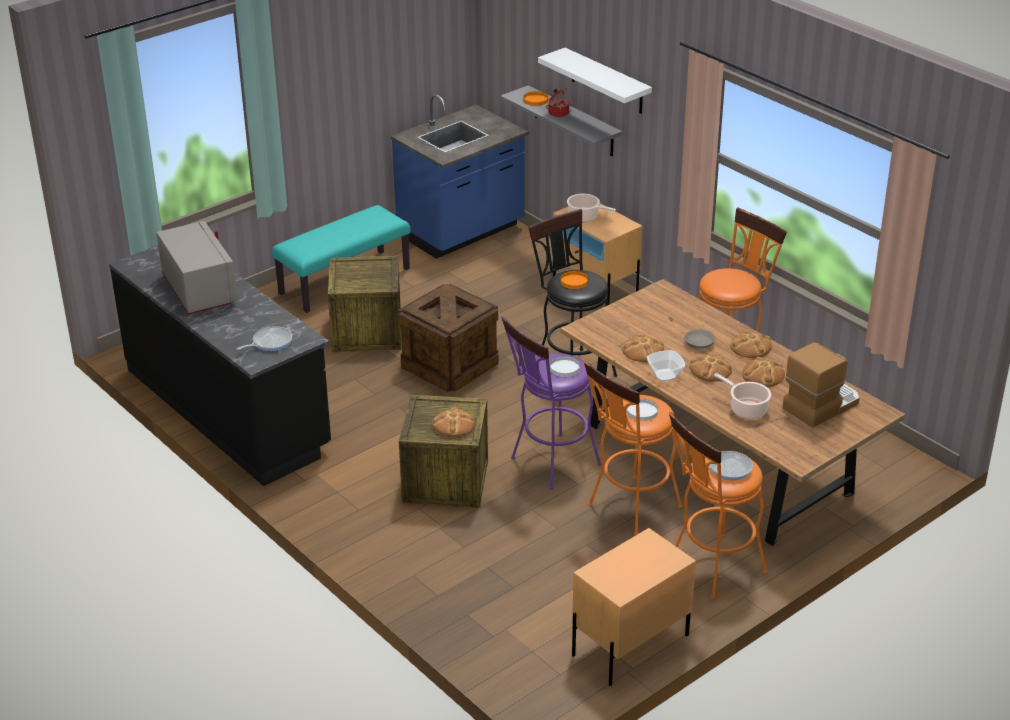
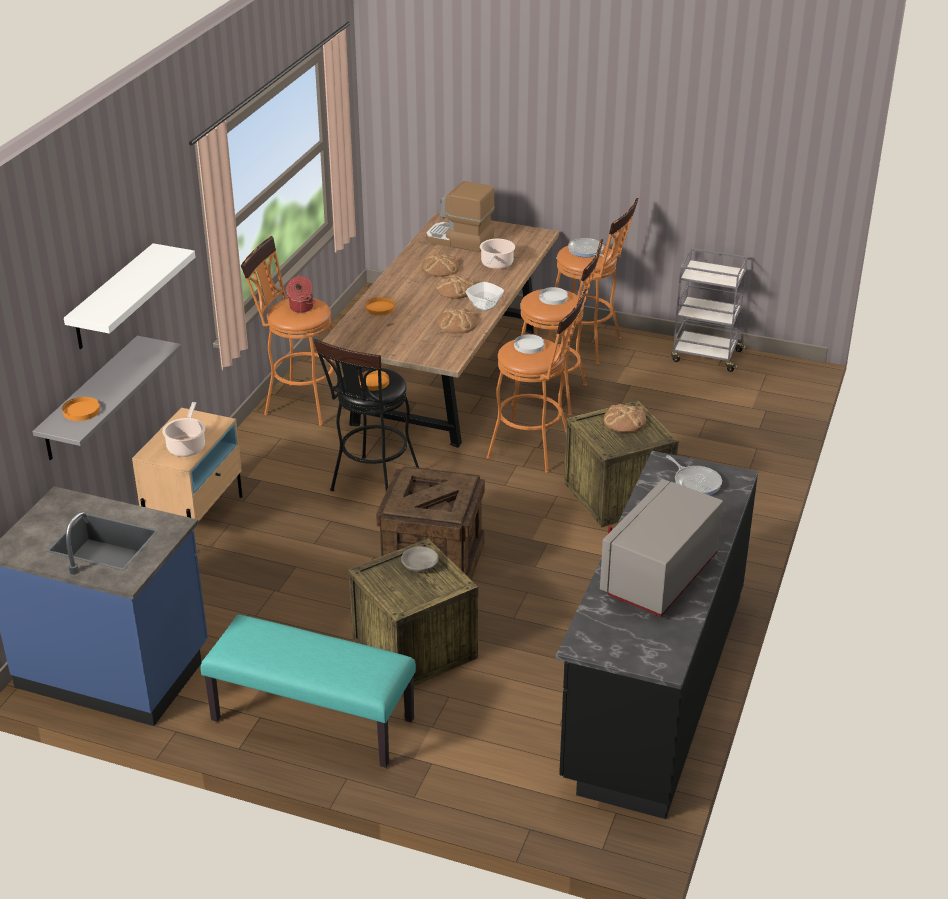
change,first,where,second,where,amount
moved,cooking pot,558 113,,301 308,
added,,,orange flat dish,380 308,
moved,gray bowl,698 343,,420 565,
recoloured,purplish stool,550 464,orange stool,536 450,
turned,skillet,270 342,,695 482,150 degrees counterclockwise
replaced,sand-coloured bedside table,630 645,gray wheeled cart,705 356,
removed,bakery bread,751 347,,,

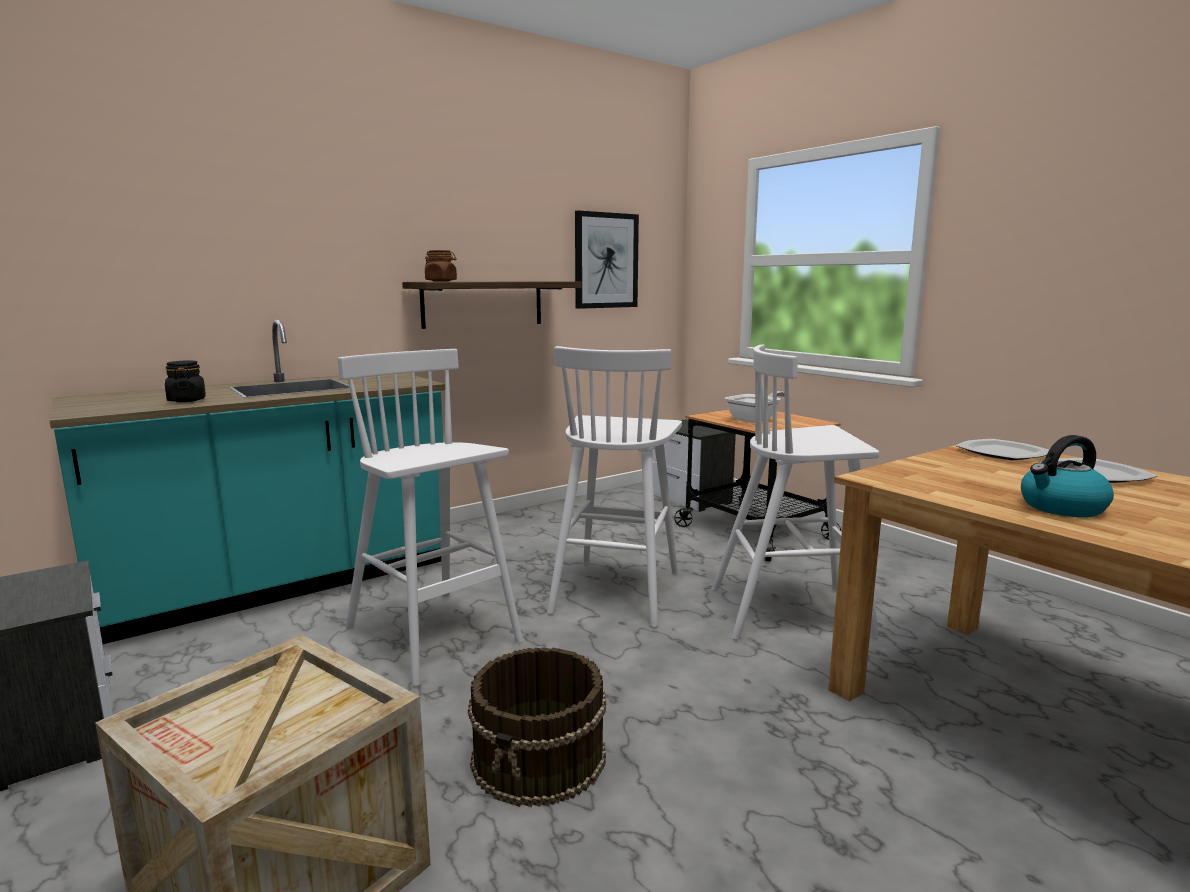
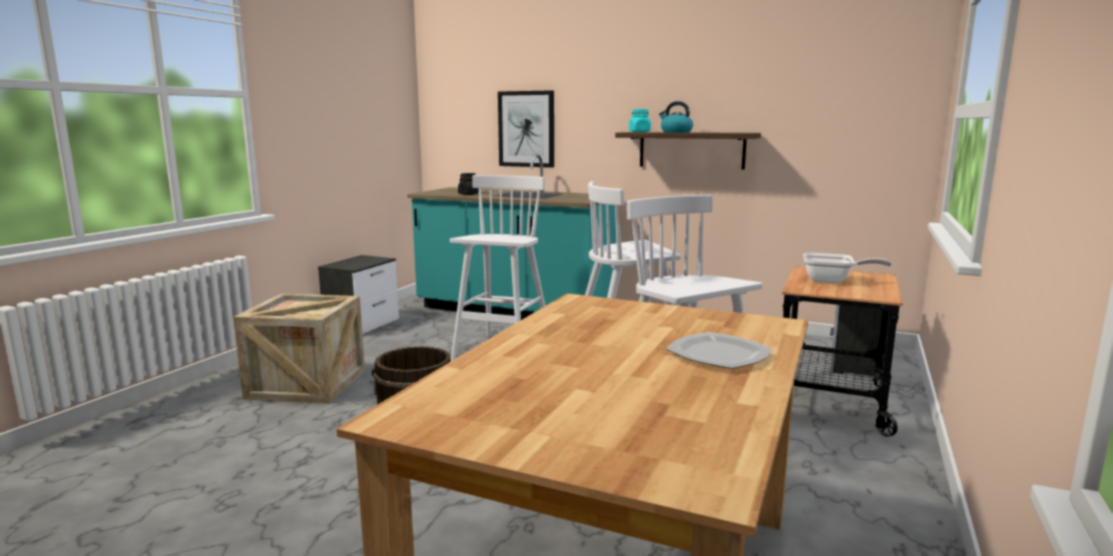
change,first,where,second,where,amount
moved,wall art,606 260,,526 129,
recoloured,brownish preserve jar,441 281,blue-green preserve jar,639 132,
moved,tea kettle,1062 508,,675 132,
removed,flat dish,1003 453,,,

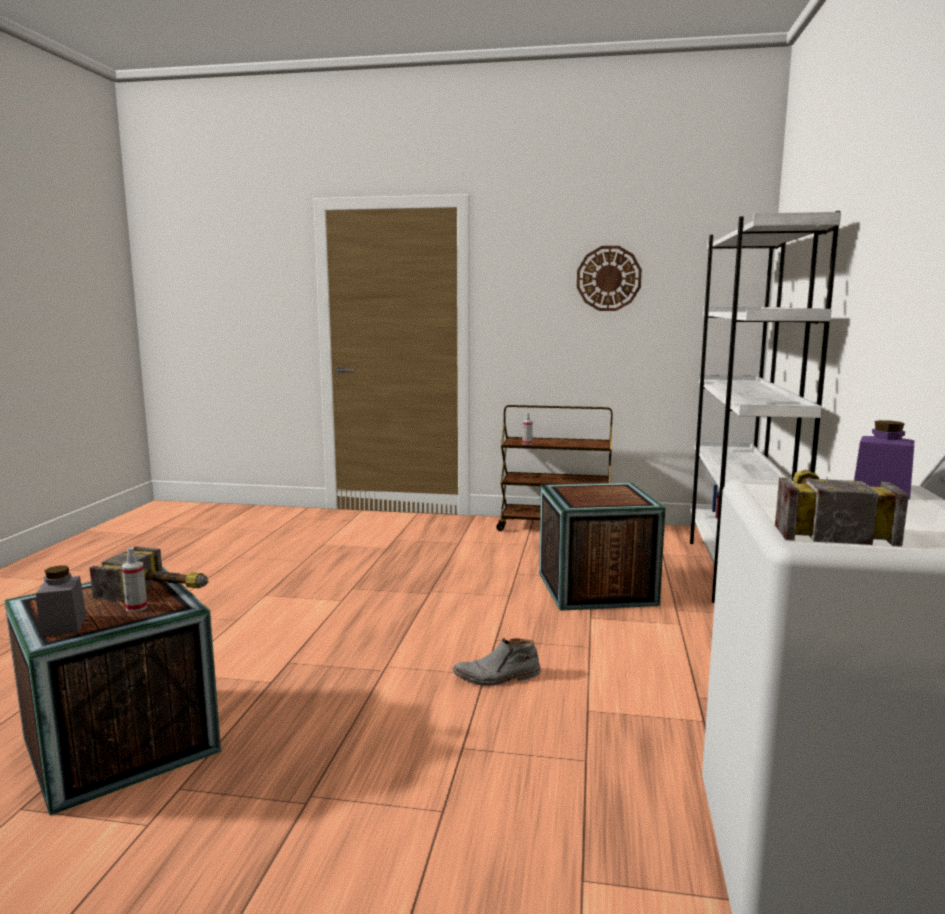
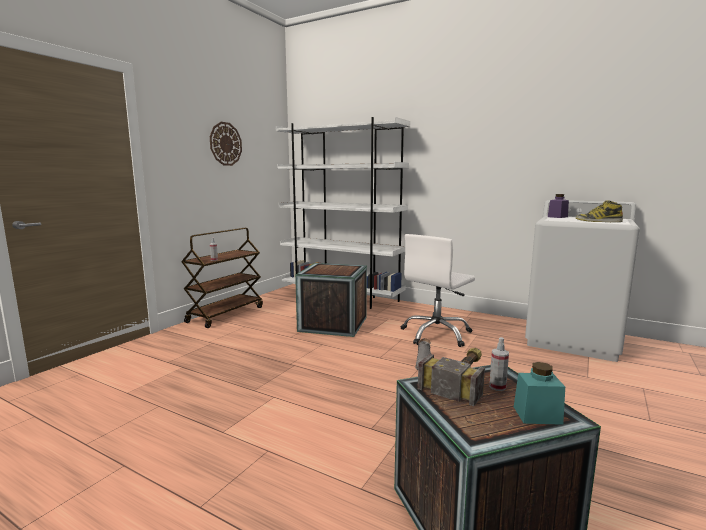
change,first,where,second,where,amount
added,,,white-coloured computer chair,436 334,
recoloured,gray preserve jar,63 625,blue-green preserve jar,537 415,
replaced,tool hammer,818 518,tall boot,598 221,

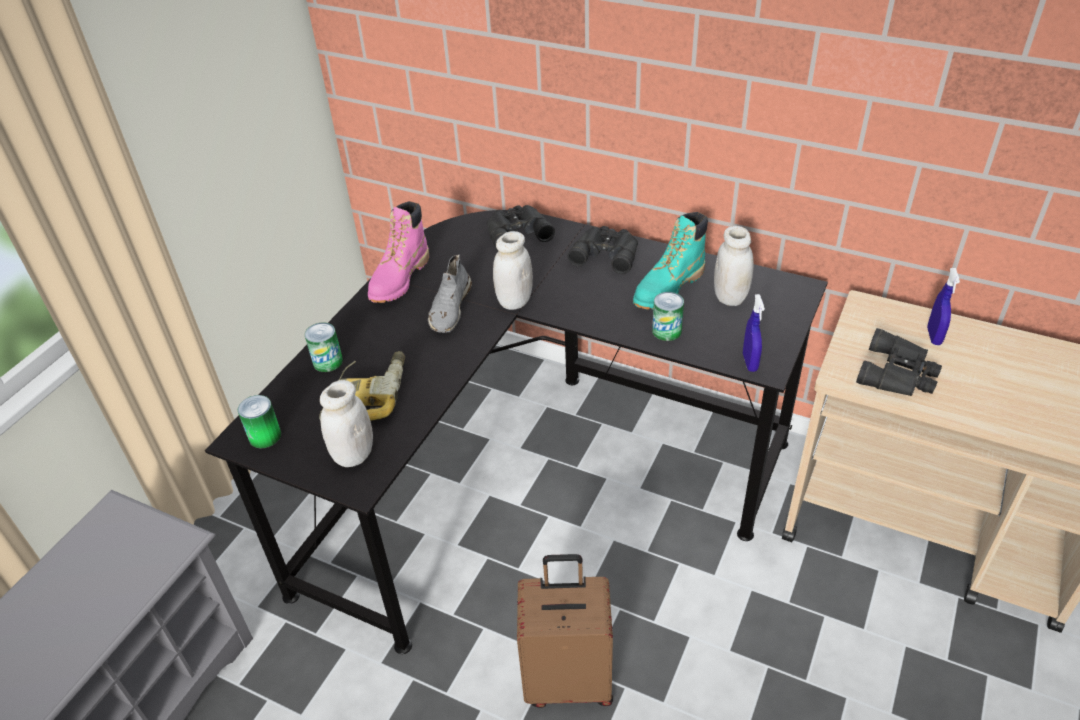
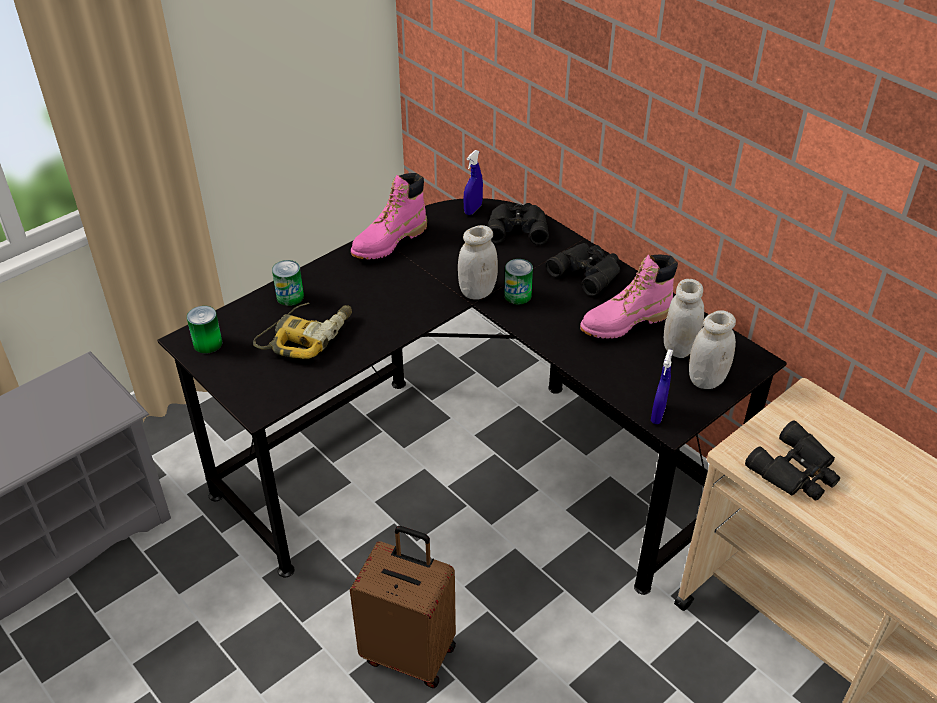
change,first,where,second,where,amount
moved,blue sprayer,934 336,,473 209,
moved,sealed can,666 331,,517 295,
recoloured,blue-green tall boot,668 288,pink-coloured tall boot,625 322,
moved,white-coloured preserve jar,353 455,,706 379,
removed,gray shoe,450 308,,,

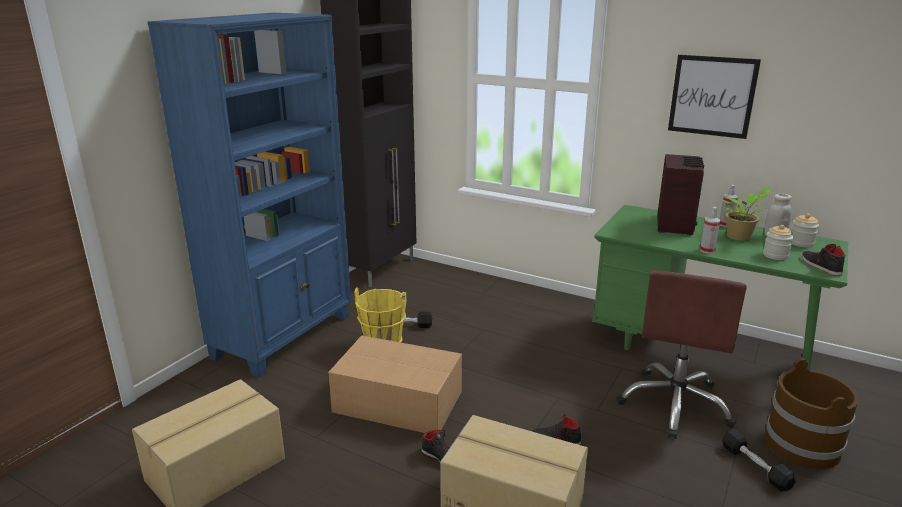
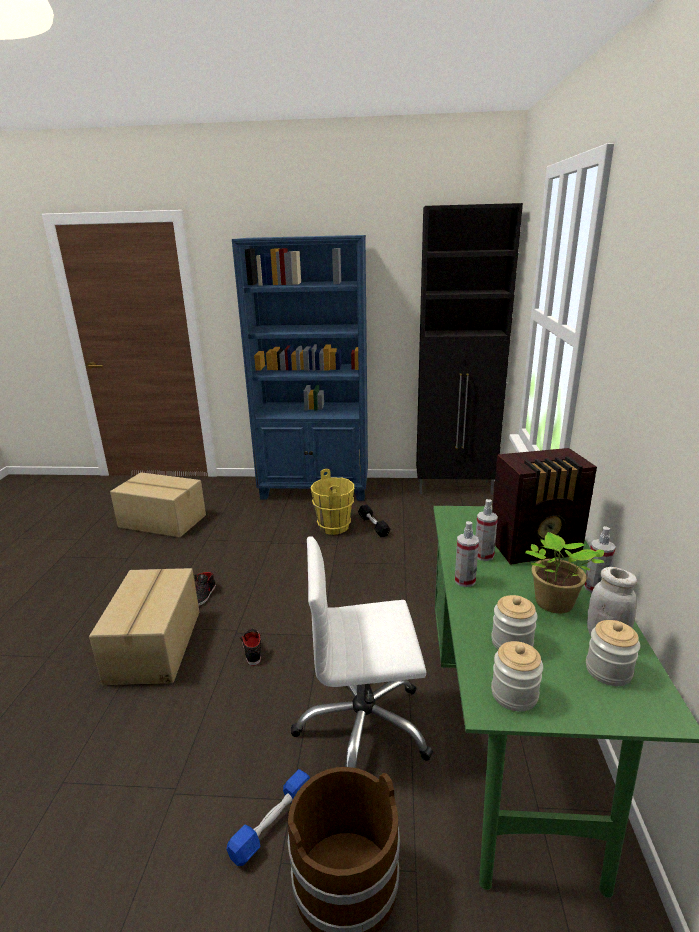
change,first,where,second,where,amount
recoloured,black-coloured free weight,755 466,blue free weight,273 823,
recoloured,brownish computer chair,675 404,white-coloured computer chair,363 728,
added,,,sprayer,483 555,
replaced,black-coloured shoe,820 266,preserve jar,514 694,
removed,carton,396 401,,,
removed,wall art,712 96,,,

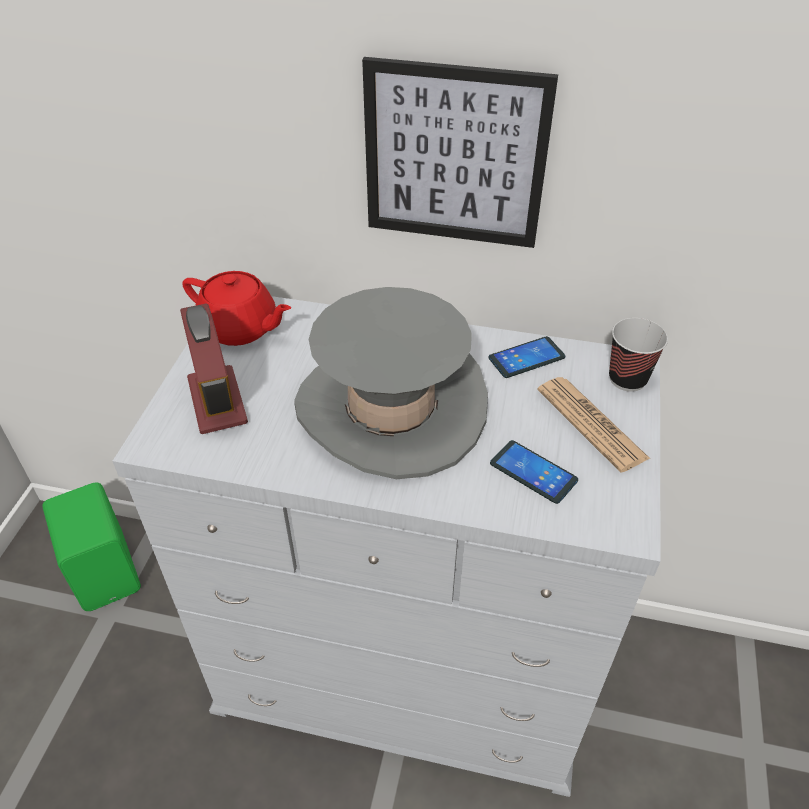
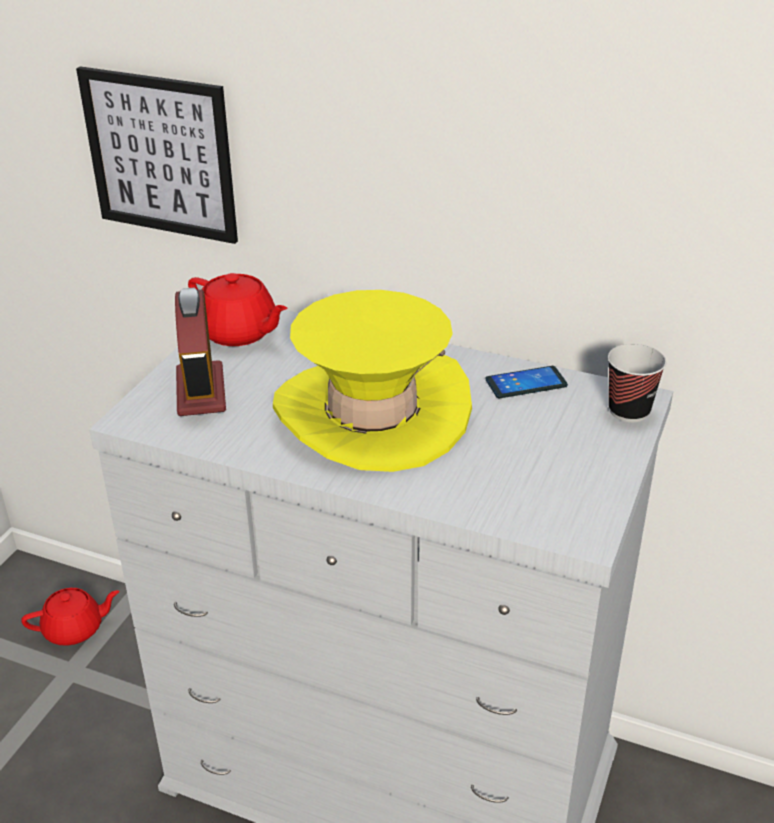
change,first,where,second,where,amount
replaced,greenish audio speaker,107 570,red-coloured pot for tea,75 629,
moved,wall art,454 156,,160 155,
recoloured,gray hat,391 408,yellow-coloured hat,372 413,
removed,phone,533 472,,,
removed,newspaper,591 424,,,

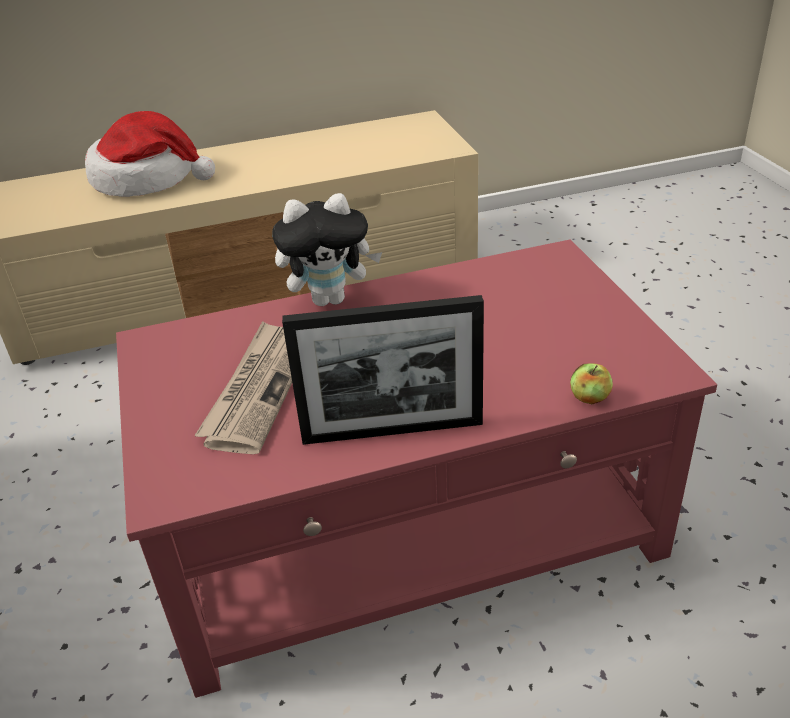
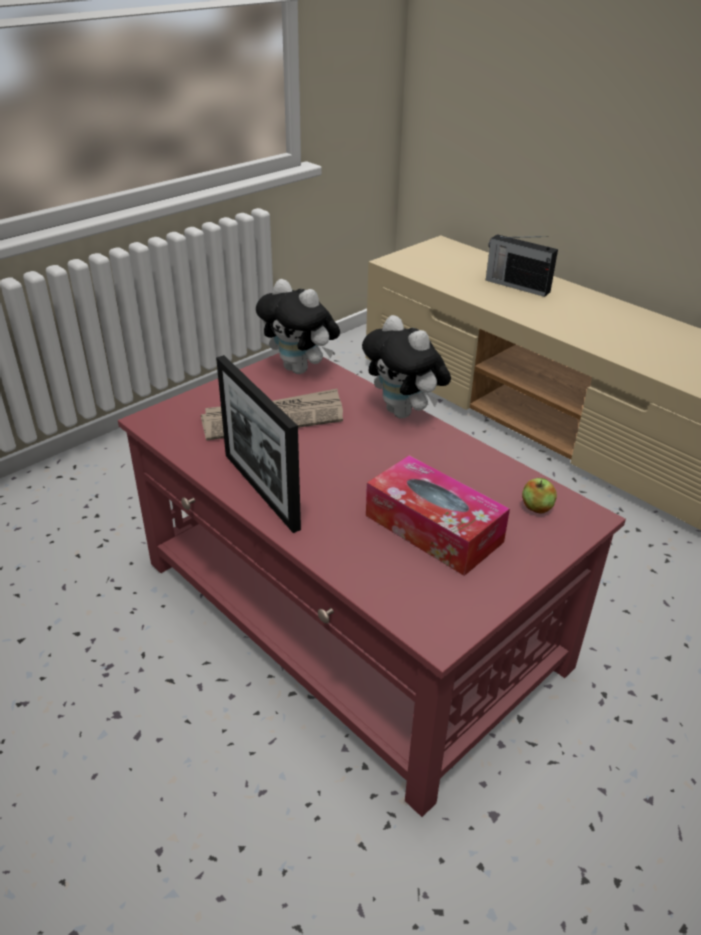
change,first,where,second,where,amount
added,,,plush toy,301 369,
added,,,tissue holder,433 528,
replaced,hat,147 179,radio,516 285,
moved,apple,589 398,,536 507,

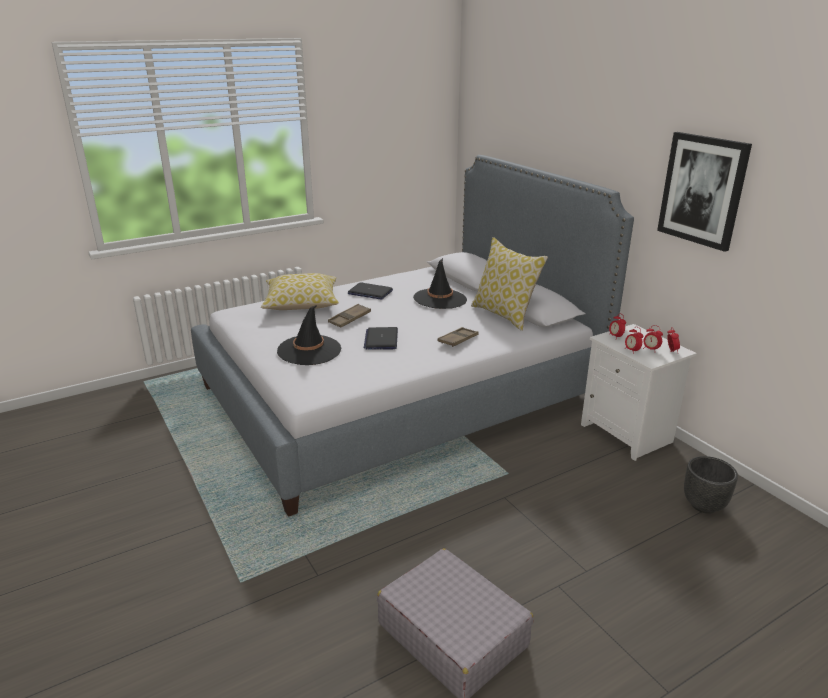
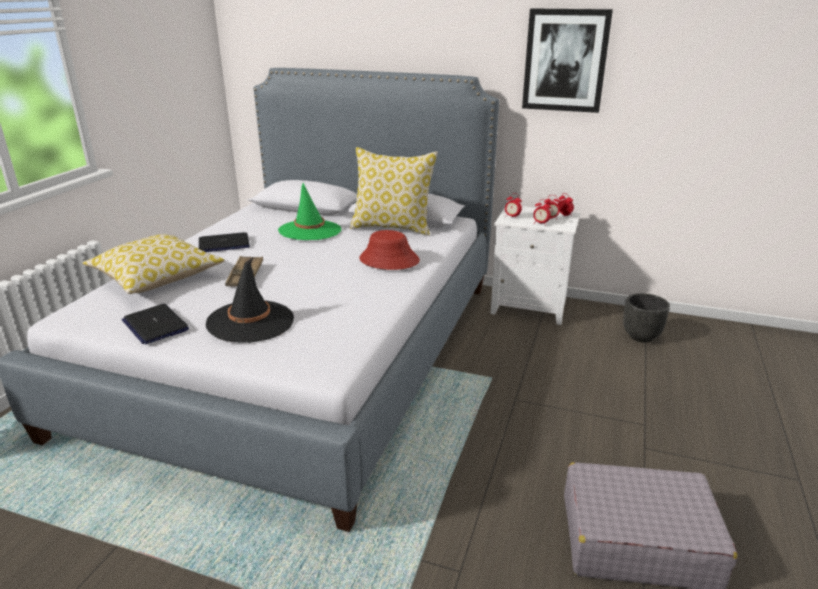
change,first,where,second,where,amount
moved,notebook computer,381 339,,155 325,
recoloured,black-coloured hat,440 299,greenish hat,310 230,
replaced,brownish tray,458 340,red-coloured hat,389 260,

